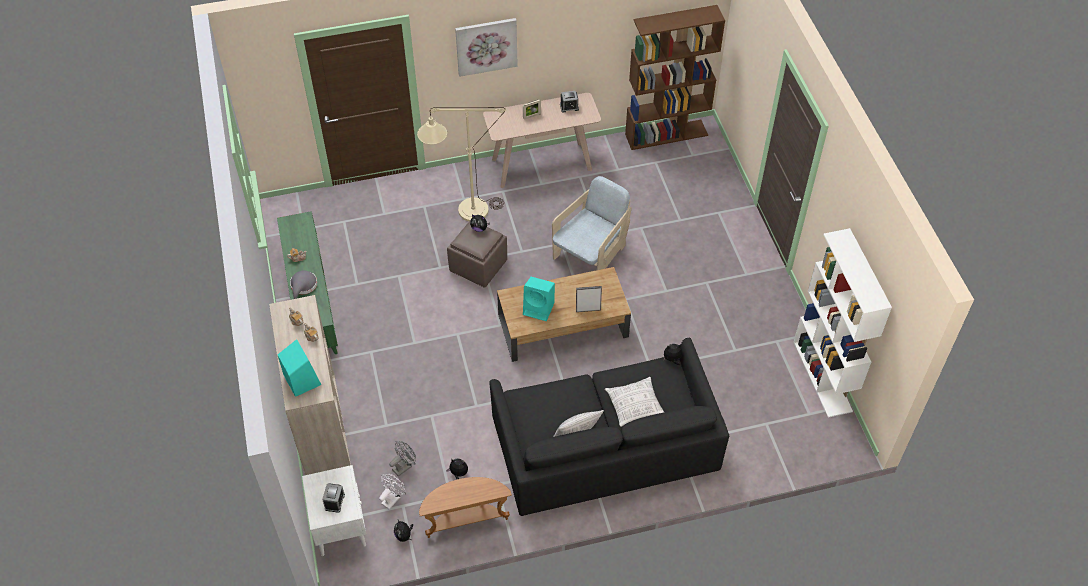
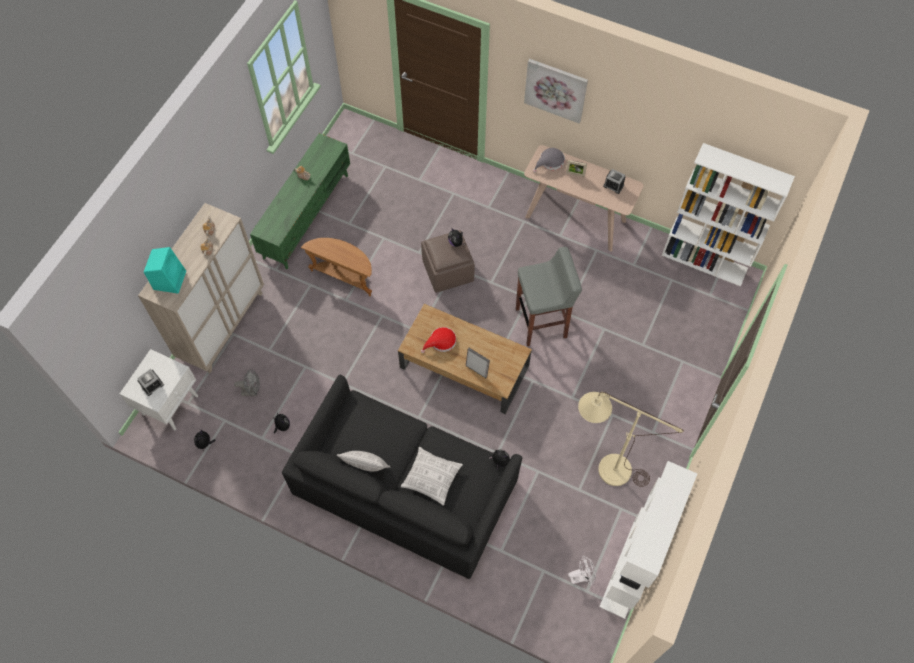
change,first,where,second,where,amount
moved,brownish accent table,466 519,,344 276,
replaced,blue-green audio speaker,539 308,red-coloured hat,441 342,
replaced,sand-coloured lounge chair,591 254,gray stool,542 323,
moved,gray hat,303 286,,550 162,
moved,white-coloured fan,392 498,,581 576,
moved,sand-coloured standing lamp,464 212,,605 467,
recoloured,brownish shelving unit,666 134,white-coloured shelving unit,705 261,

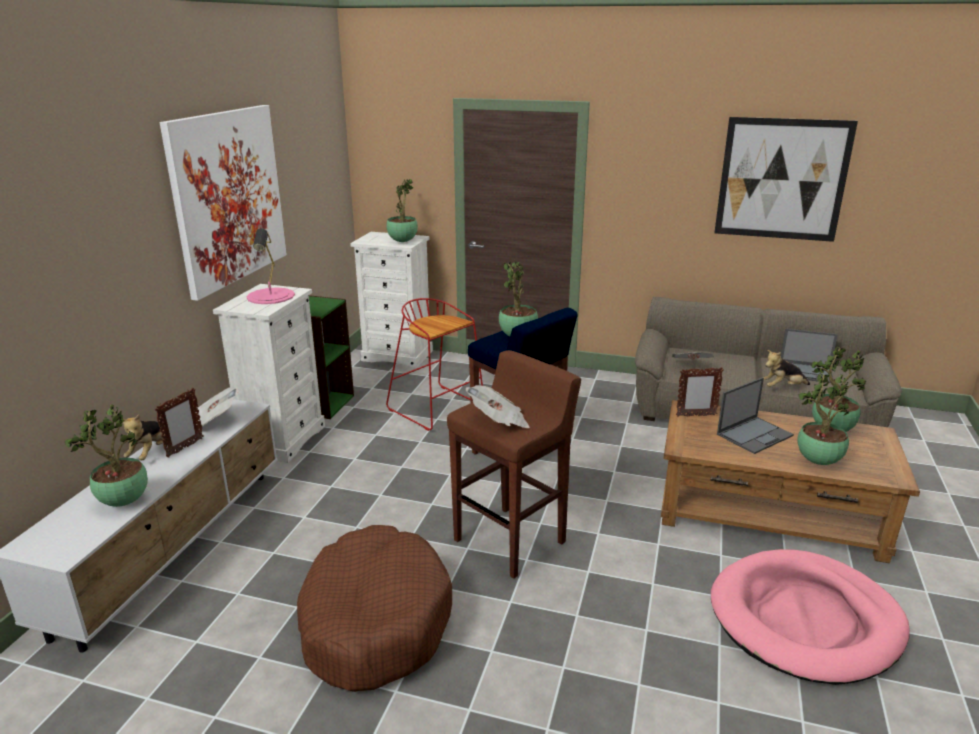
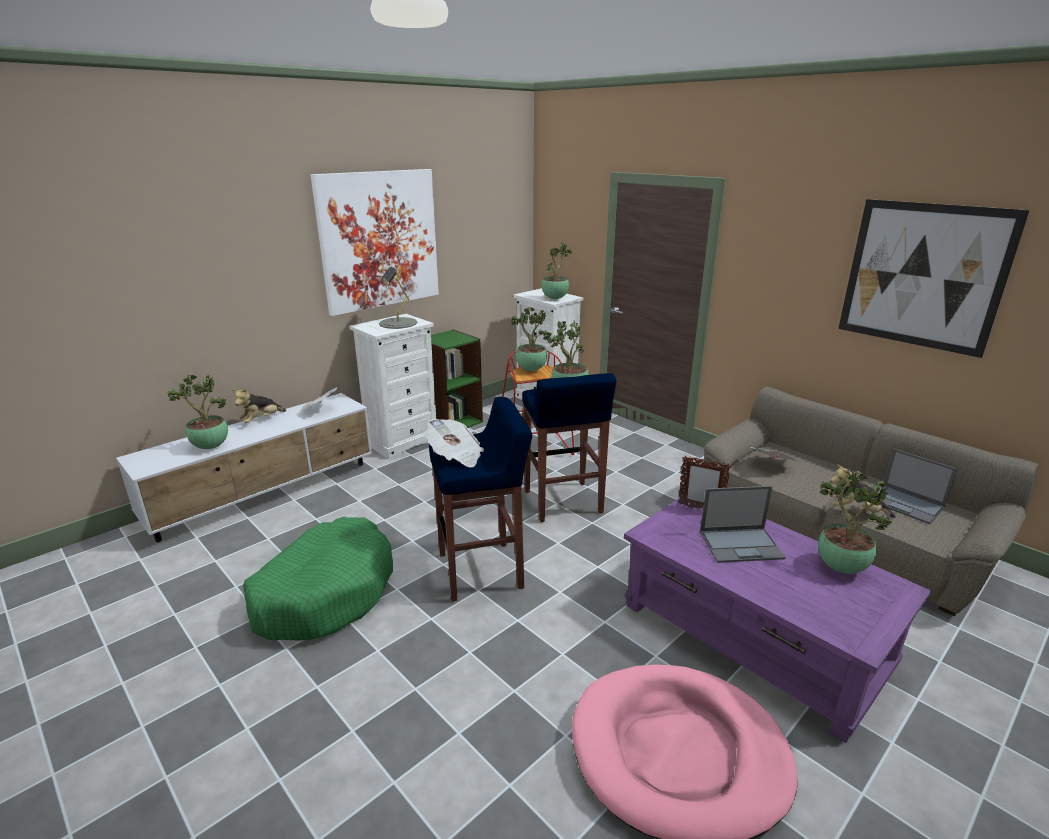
change,first,where,second,where,amount
recoloured,brownish pet bed,374 621,greenish pet bed,325 592,
recoloured,pink-coloured table lamp,271 296,gray table lamp,398 323,
recoloured,brownish stool,511 540,blue stool,482 571,
moved,plant in a pot,817 461,,530 370,
recoloured,brownish coffee table,769 512,purplish coffee table,753 636,
removed,picture frame,185 448,,,

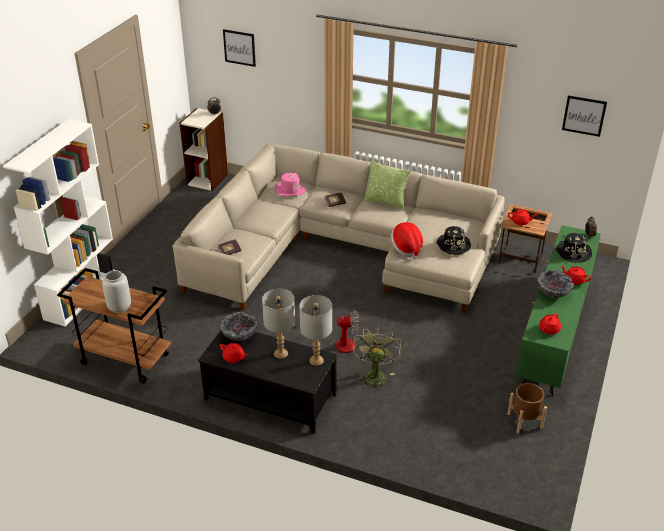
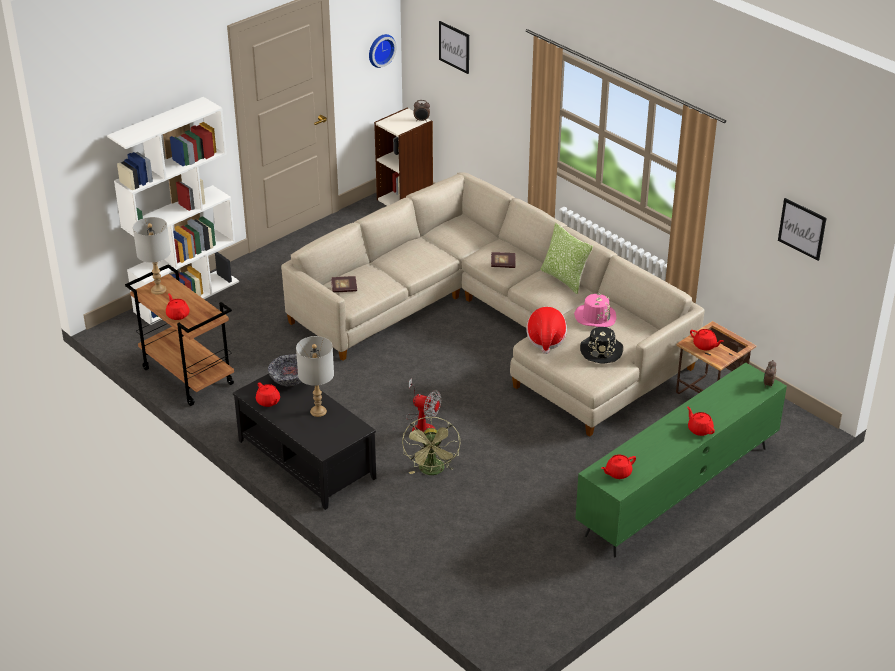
change,first,where,second,where,amount
moved,gray table lamp,316 360,,158 290,
replaced,gray vase,119 307,red-coloured pot for tea,178 315,
added,,,clock on the wall,380 49,
turned,greenish fan,374 374,,432 471,150 degrees clockwise
moved,pink-coloured hat,290 190,,595 317,
removed,brownish plant pot,525 420,,,
removed,bowl,553 293,,,
removed,black-coloured hat,573 252,,,

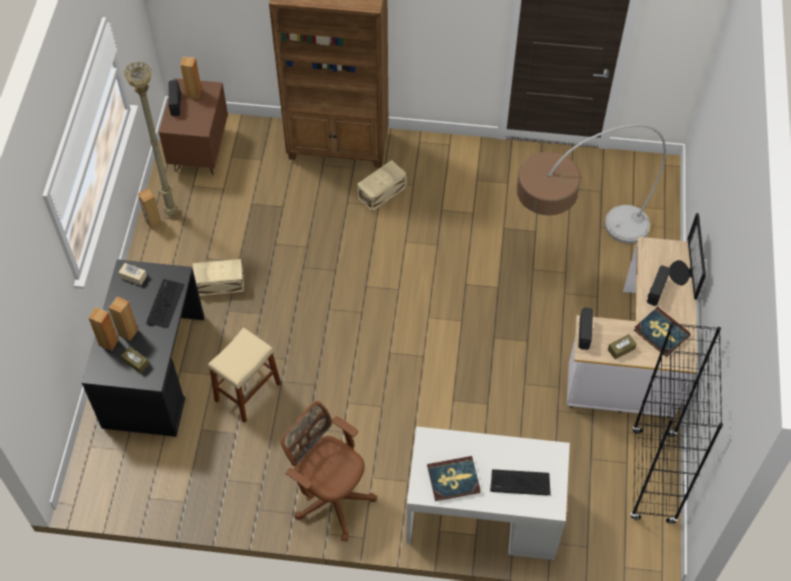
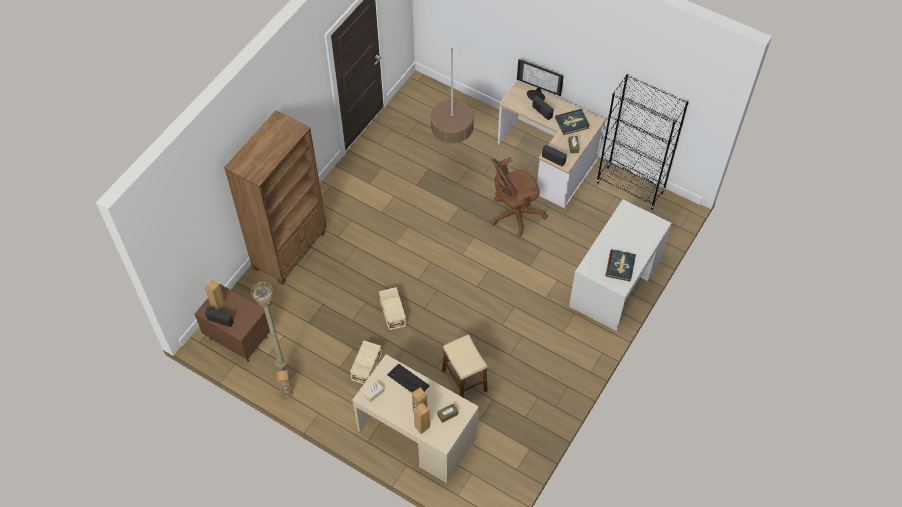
change,first,where,second,where,amount
recoloured,black-coloured desk unit,154 371,sand-coloured desk unit,417 433,
moved,sand-coloured storage container,383 192,,393 312,
moved,brownish computer chair,330 496,,514 215,
removed,computer keyboard,520 483,,,

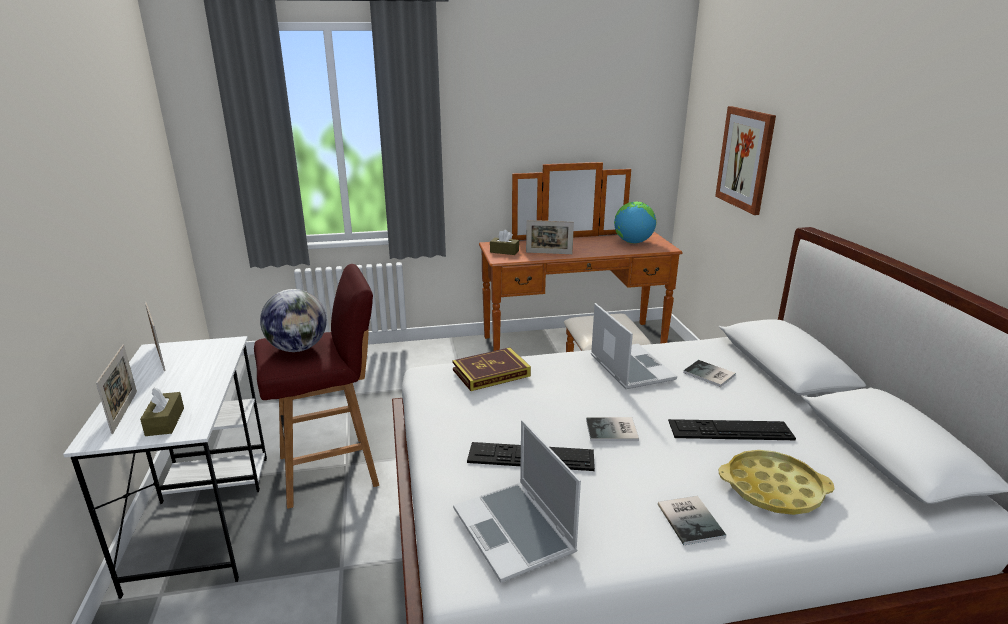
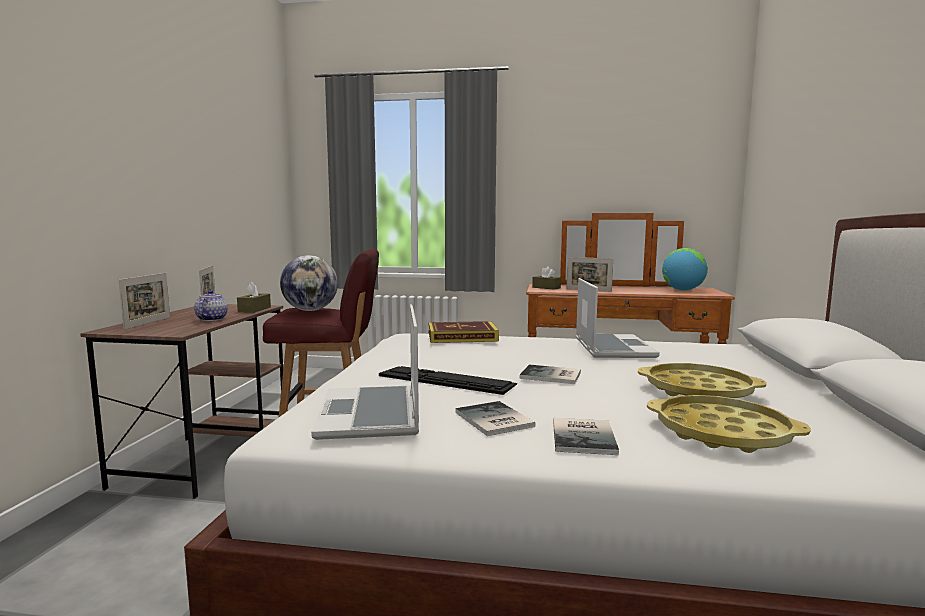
change,first,where,second,where,amount
recoloured,white-coloured desk unit,203 517,brownish desk unit,207 453,
added,,,pot for tea,211 319,
moved,brownish tissue holder,165 422,,254 309,
moved,volume,709 375,,493 420,
replaced,computer keyboard,730 430,yellow-coloured tray,698 390,
removed,wall art,745 159,,,

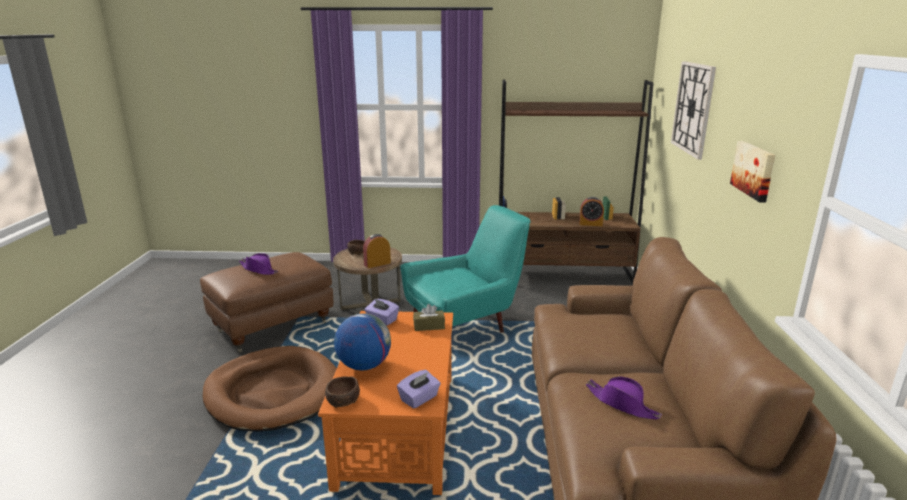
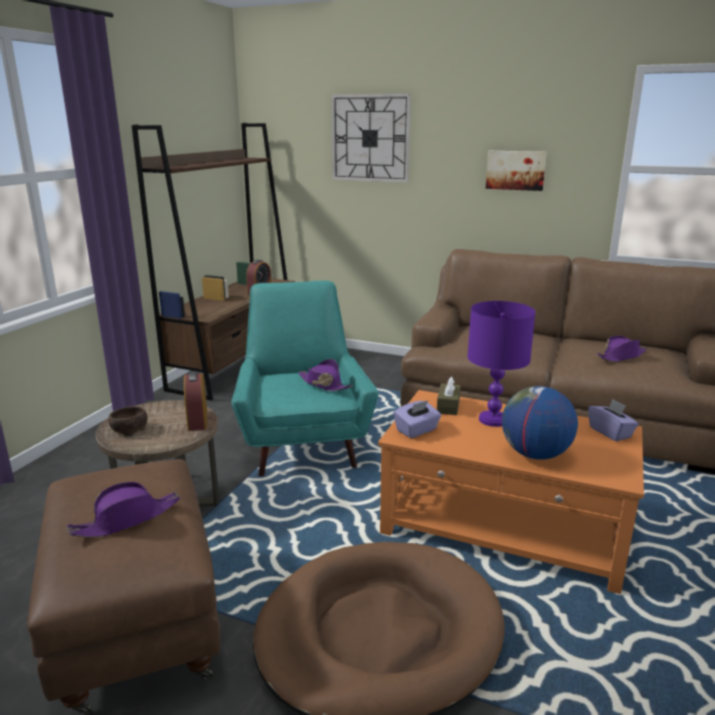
change,first,where,second,where,amount
added,,,purplish hat,324 384,
added,,,purplish table lamp,493 420,
removed,brownish bowl,342 401,,,

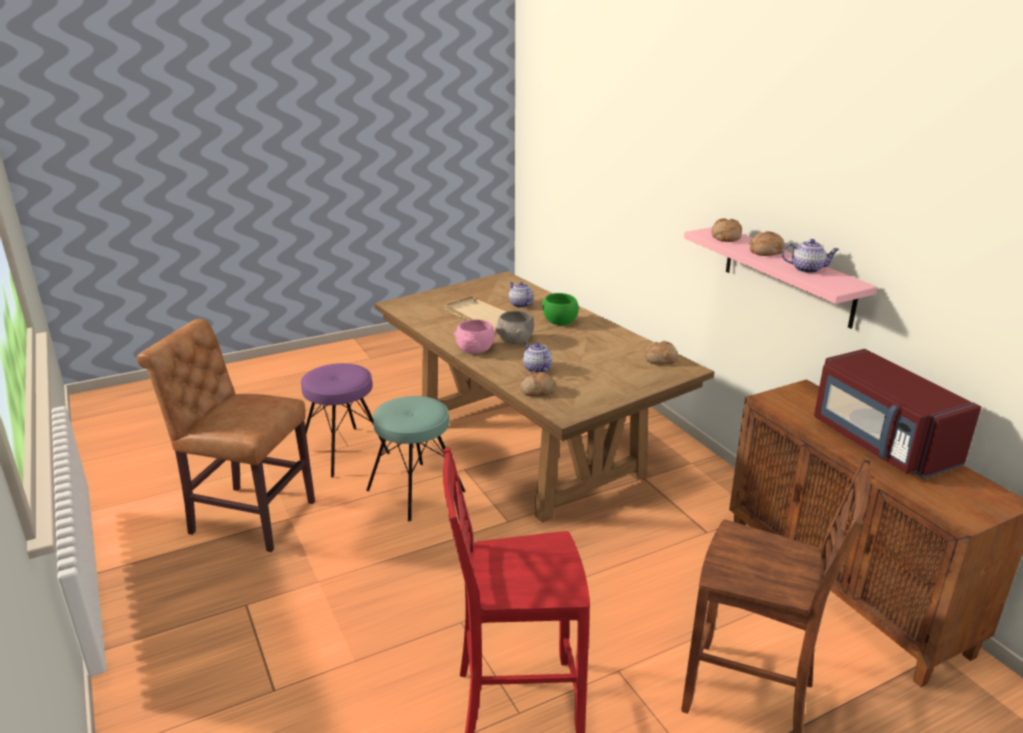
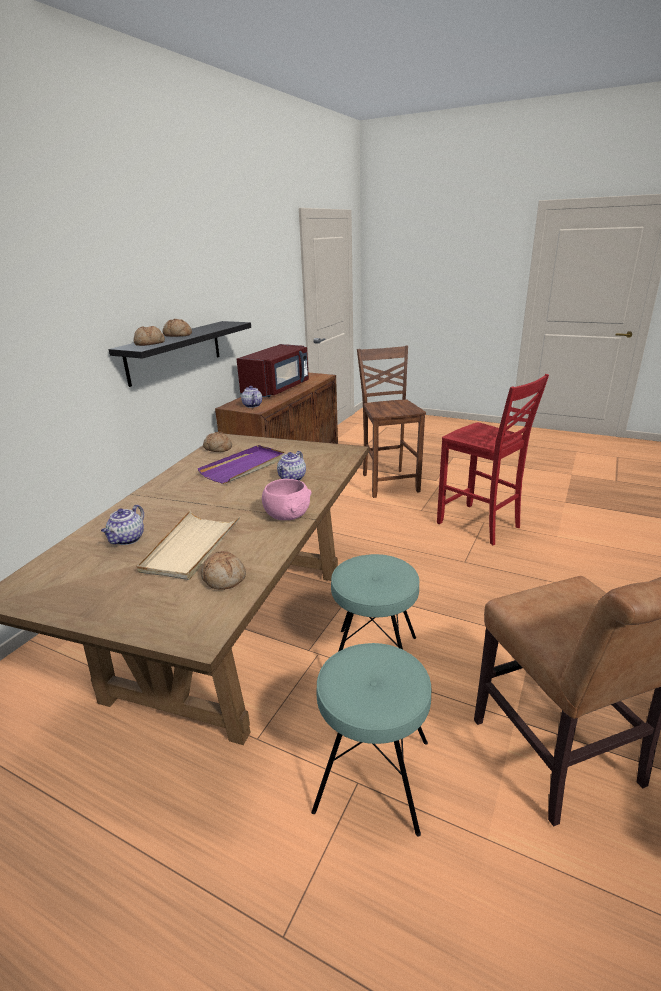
change,first,where,second,where,amount
recoloured,pink-coloured wall shelf,787 275,black-coloured wall shelf,175 352,
added,,,purplish tray,244 467,
moved,bakery bread,537 391,,224 578,
moved,pot for tea,808 269,,252 405,
recoloured,purplish stool,344 451,blue-green stool,372 775,
removed,gray bowl,515 340,,,
removed,greenish bowl,559 321,,,

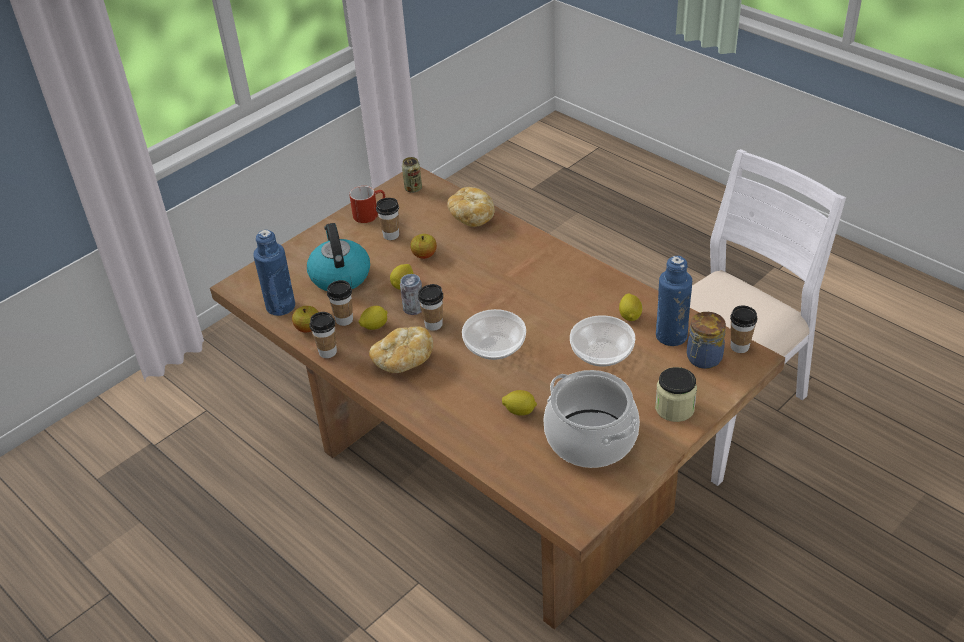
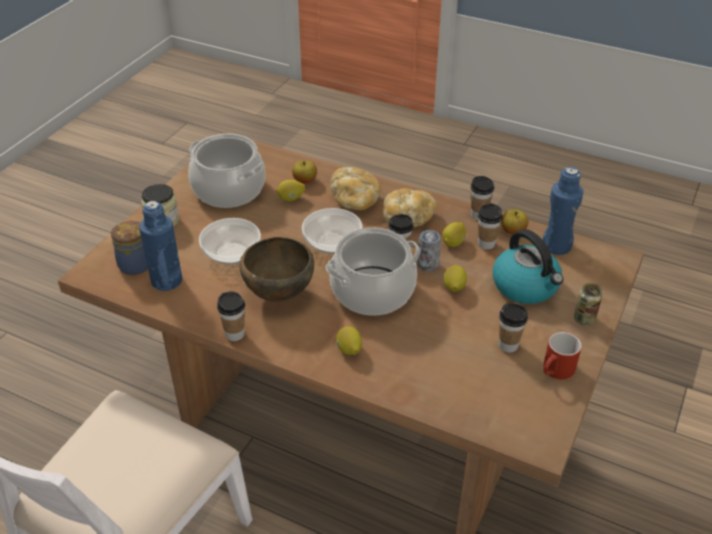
change,first,where,second,where,amount
moved,small cup,739 347,,235 334,
added,,,brownish bowl,278 295,
moved,apple,424 255,,305 180,
added,,,cooking pot,372 290,
moved,bakery bread,472 216,,355 200,
moved,whole lemon,630 316,,349 350,
moved,sealed can,413 188,,584 319,

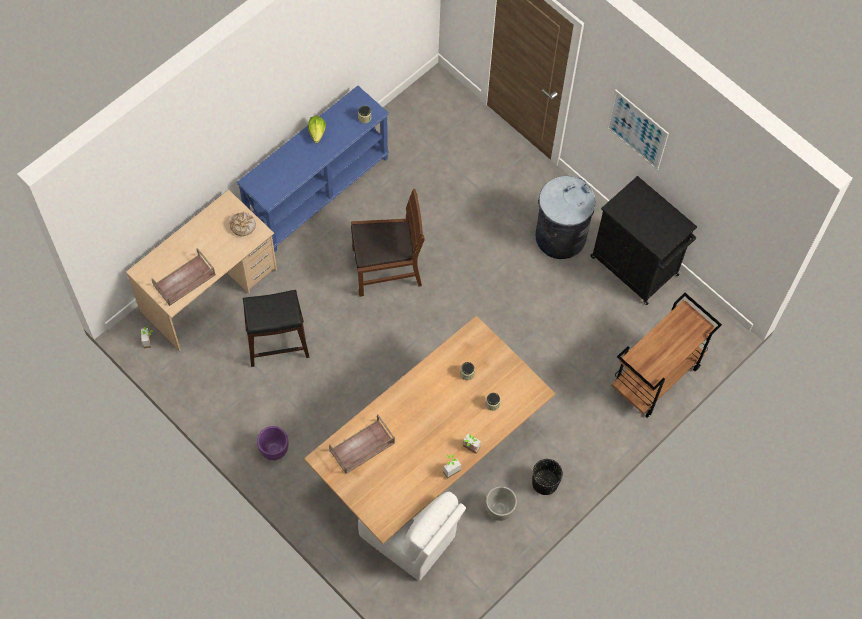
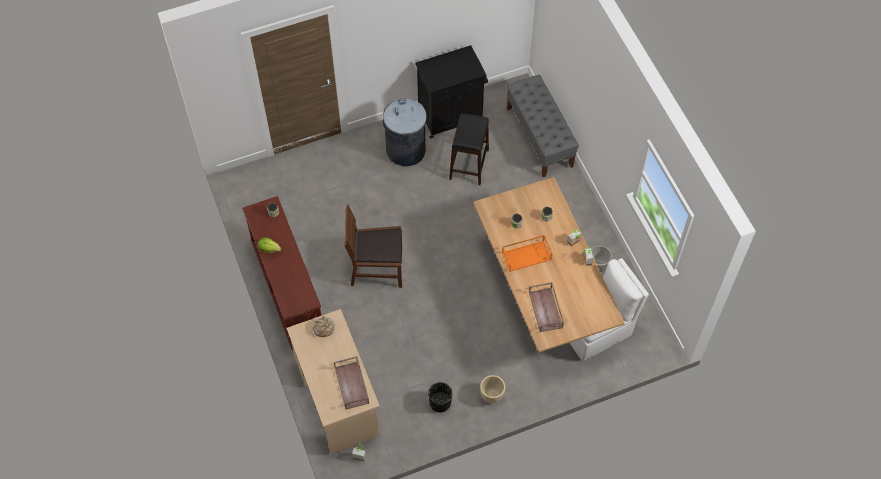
change,first,where,second,where,amount
recoloured,blue narrow table,317 191,brownish narrow table,287 291,
turned,brownish plain chair,386 268,,377 268,105 degrees counterclockwise
moved,black-coloured plant pot,544 483,,440 403,
moved,black-coloured stool,277 343,,469 164,
recoloured,purplish plant pot,274 450,sand-coloured plant pot,492 395,
added,,,orange tray,526 255,
replaced,brownish wheeled cart,655 378,gray indoor bench,539 137,
removed,wall art,637 130,,,

